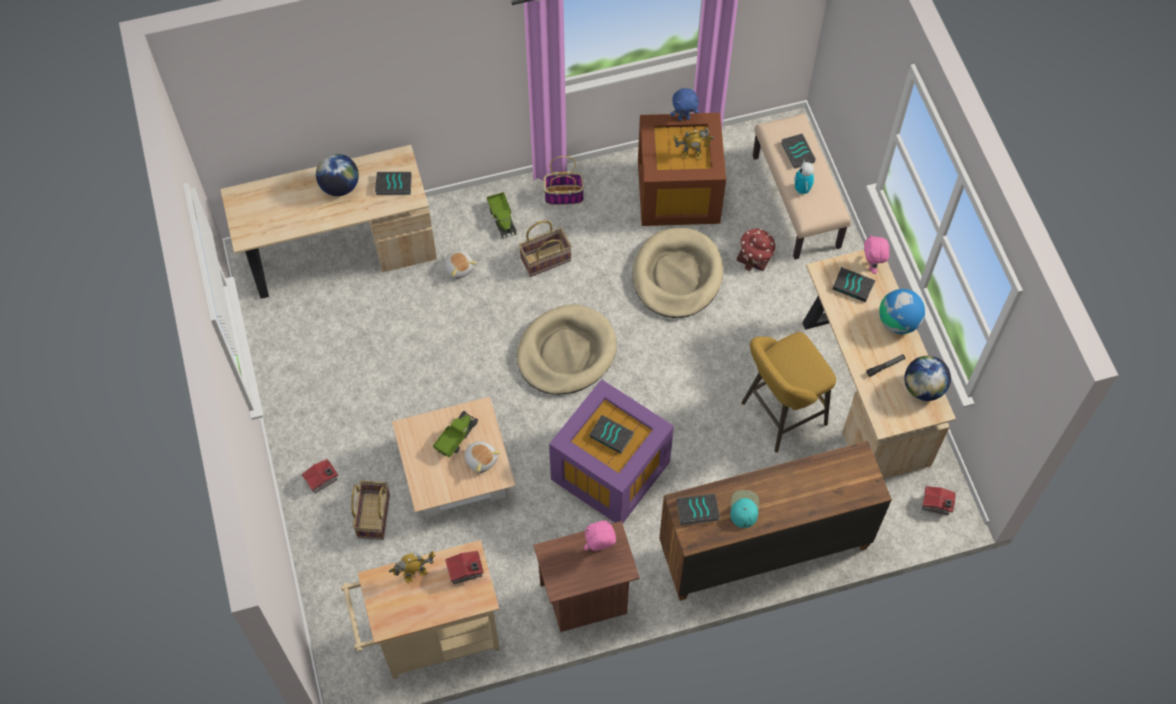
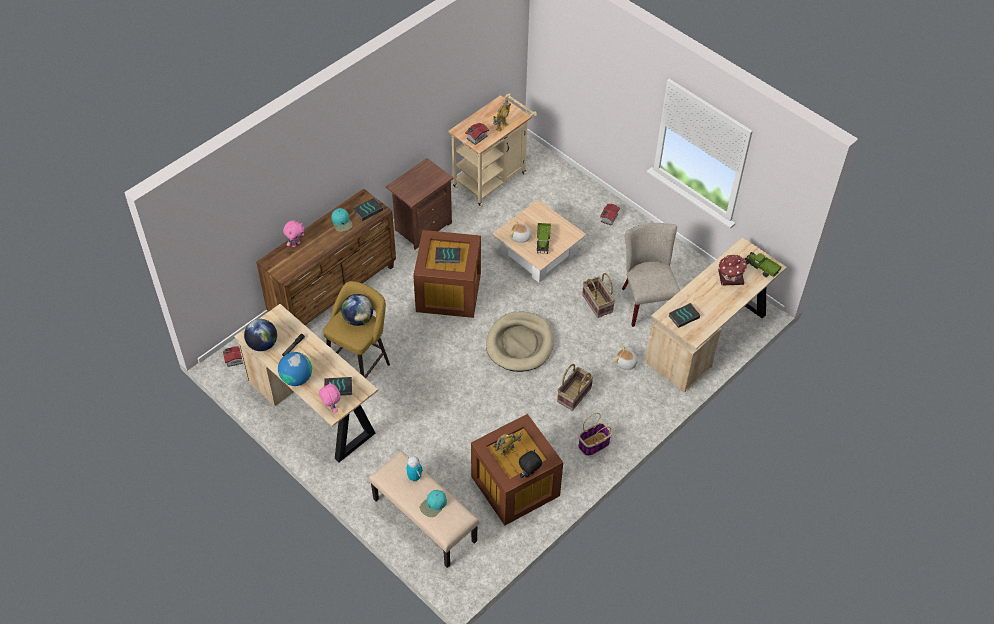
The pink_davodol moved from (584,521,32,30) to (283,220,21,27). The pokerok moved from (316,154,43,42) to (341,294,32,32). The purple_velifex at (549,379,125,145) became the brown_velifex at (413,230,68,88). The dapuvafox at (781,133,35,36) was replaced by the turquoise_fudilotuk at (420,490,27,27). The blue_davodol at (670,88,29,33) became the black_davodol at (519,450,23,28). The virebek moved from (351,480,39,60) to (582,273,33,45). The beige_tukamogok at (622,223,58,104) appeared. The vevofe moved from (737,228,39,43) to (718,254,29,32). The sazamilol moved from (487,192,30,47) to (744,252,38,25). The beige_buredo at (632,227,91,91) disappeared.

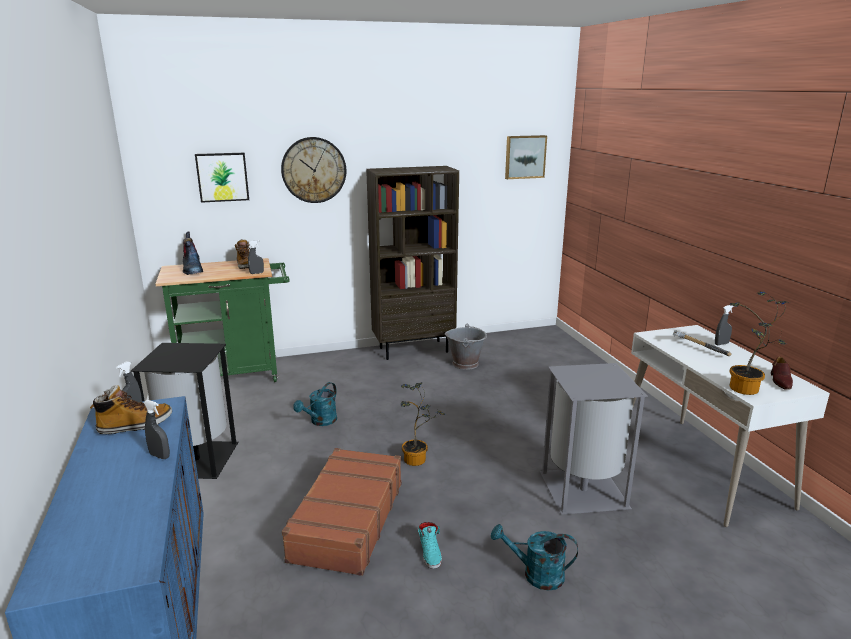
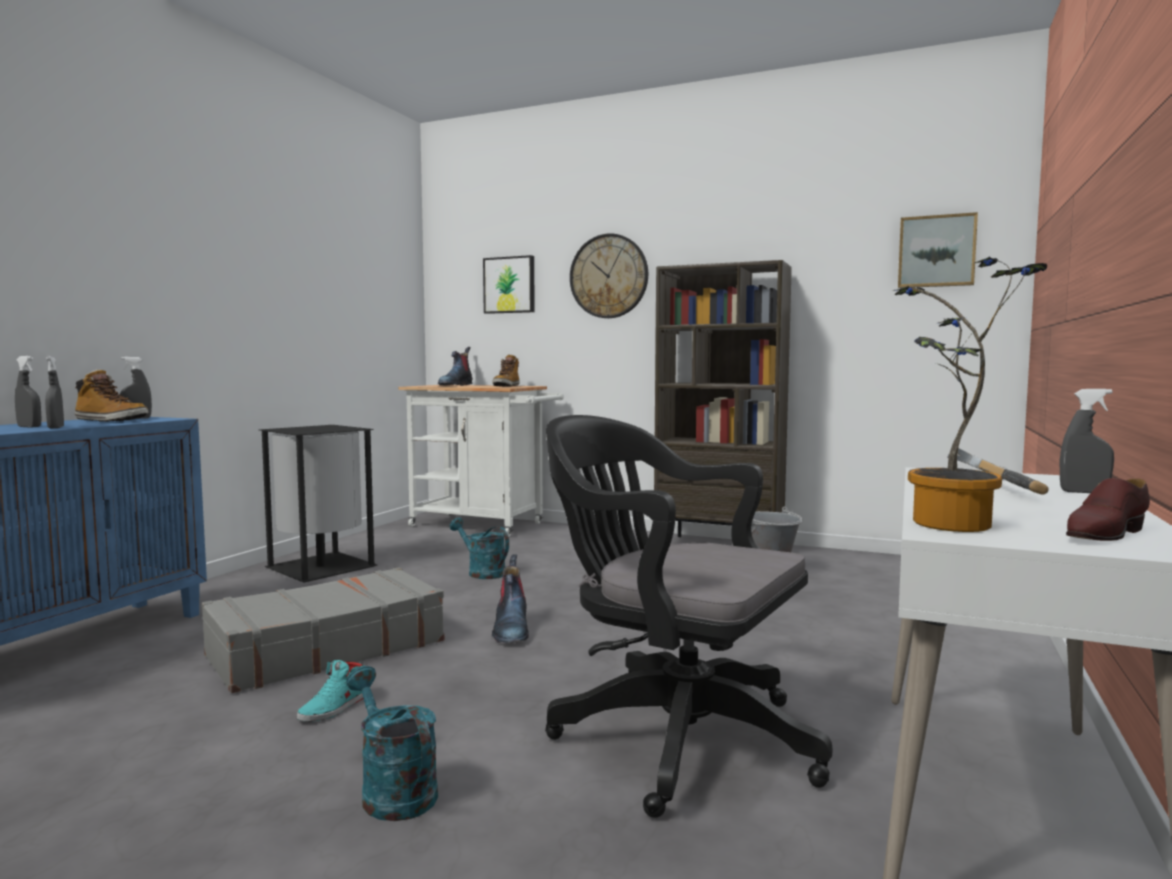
The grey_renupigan moved from (248,240,16,34) to (15,356,27,72). The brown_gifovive at (282,448,120,128) became the grey_gifovive at (202,567,243,126). The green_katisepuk at (155,258,135,124) became the white_katisepuk at (398,385,166,152). The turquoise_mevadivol at (293,382,44,44) turned 60 degrees clockwise. The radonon at (401,382,44,84) was replaced by the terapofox at (492,554,37,89). The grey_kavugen at (540,363,108,152) was replaced by the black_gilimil at (545,415,287,403).

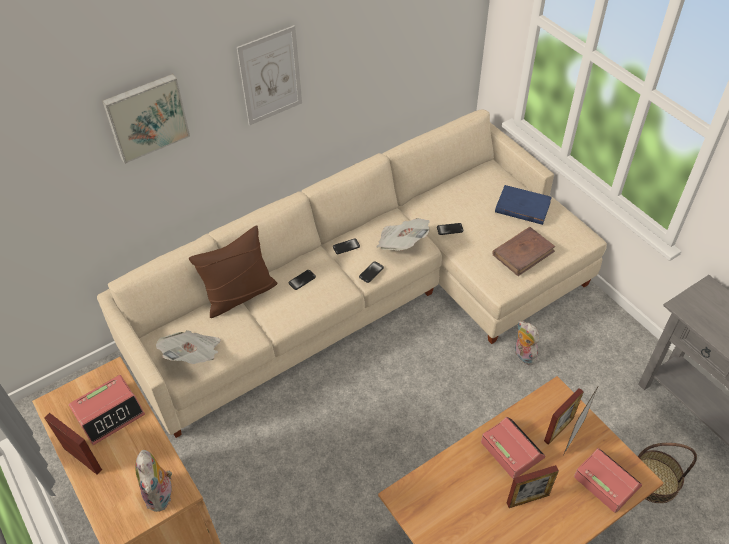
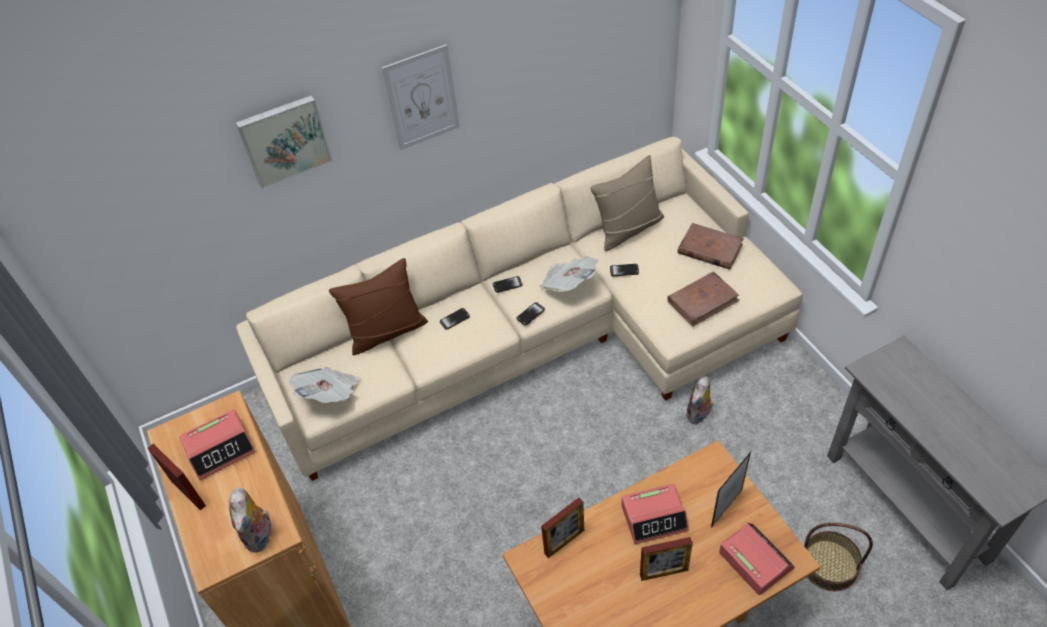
The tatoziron moved from (544,388,40,57) to (541,498,43,60). The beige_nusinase at (590,155,74,96) appeared. The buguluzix at (481,417,65,62) turned 105 degrees clockwise. The blue_dapuvafox at (495,185,57,40) became the brown_dapuvafox at (678,223,66,47). The davodol at (514,320,25,45) turned 120 degrees counterclockwise.

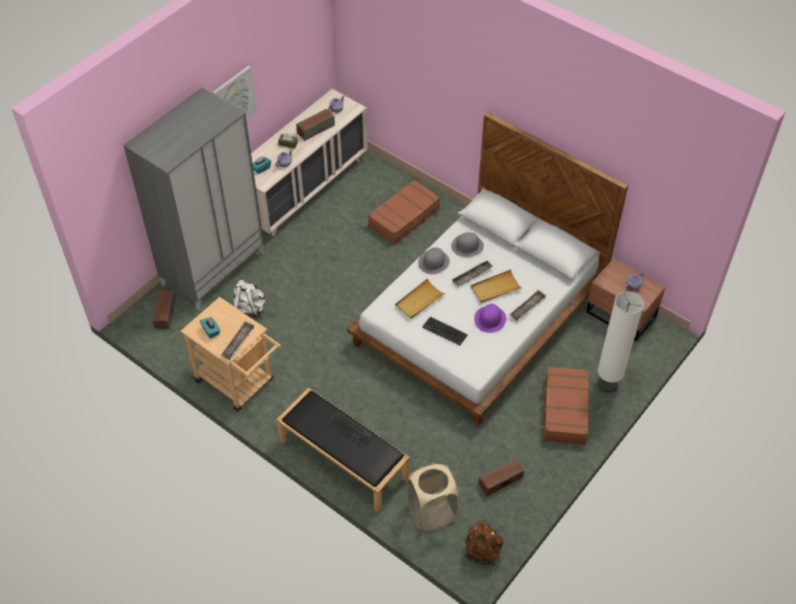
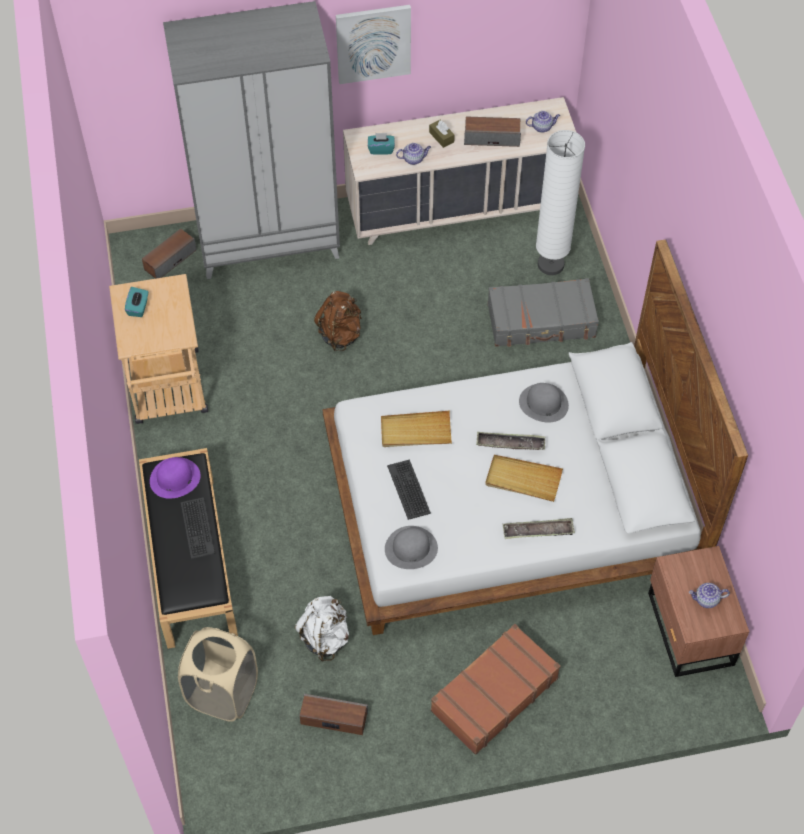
The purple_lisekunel moved from (474,304,32,29) to (150,457,50,42). The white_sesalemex moved from (233,280,32,38) to (295,596,54,66). The brown_sesalemex moved from (465,521,39,46) to (314,291,47,60). The grey_lisekunel moved from (418,247,32,27) to (385,526,53,43). The brown_gifovive at (368,180,72,65) became the grey_gifovive at (488,278,111,69). The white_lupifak moved from (598,291,46,102) to (536,130,49,145). The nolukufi at (221,321,34,39) disappeared.

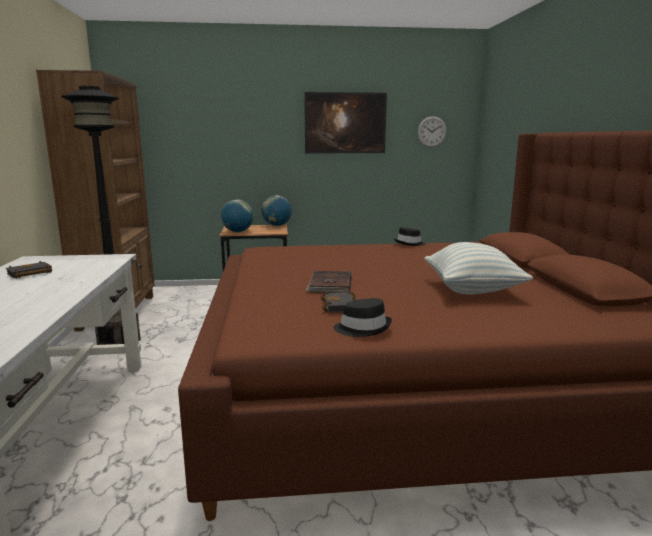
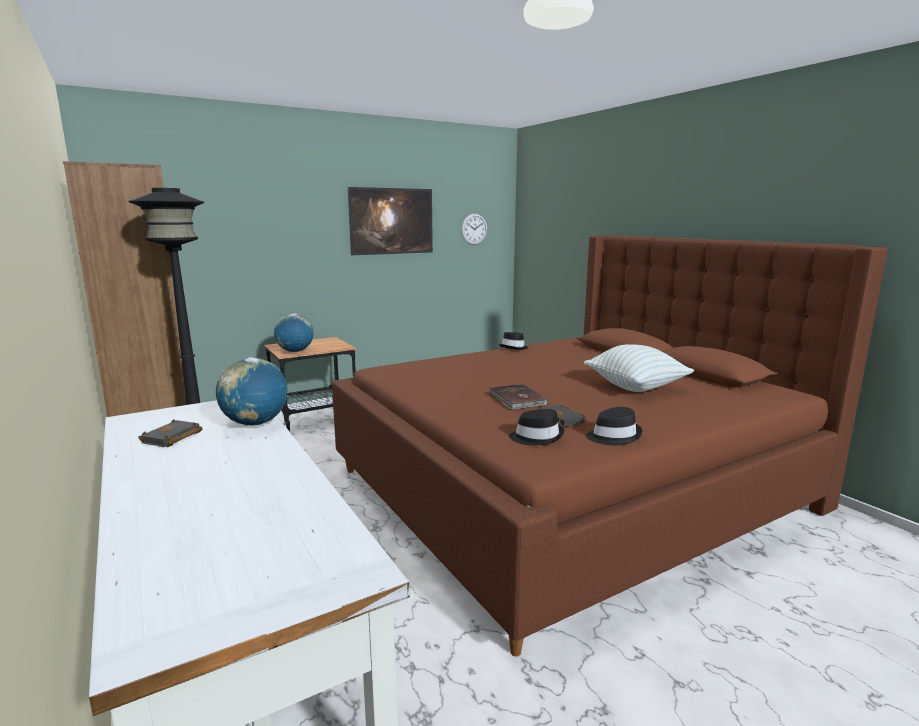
The pokerok moved from (261,195,31,31) to (216,357,71,69). The black_lisekunel at (509,409,55,37) appeared.

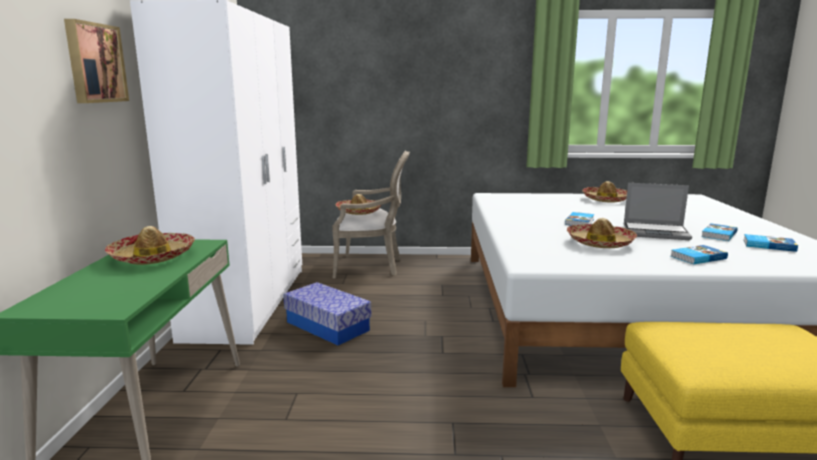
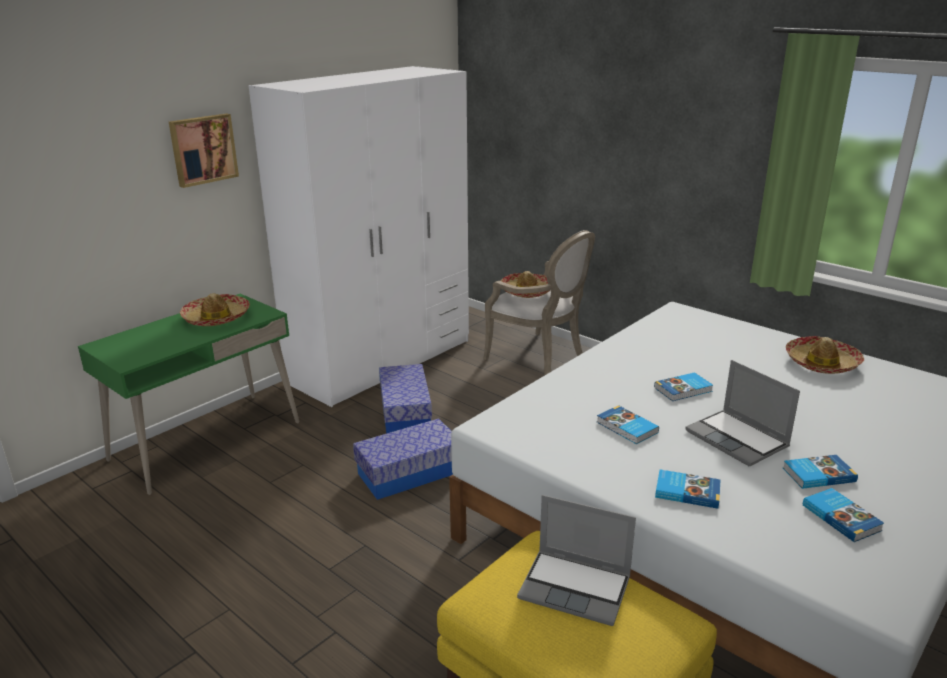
The velifex at (353,418,100,82) appeared. The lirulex at (517,495,119,131) appeared. The lisekunel at (567,218,70,30) was replaced by the dapuvafox at (597,405,62,39).

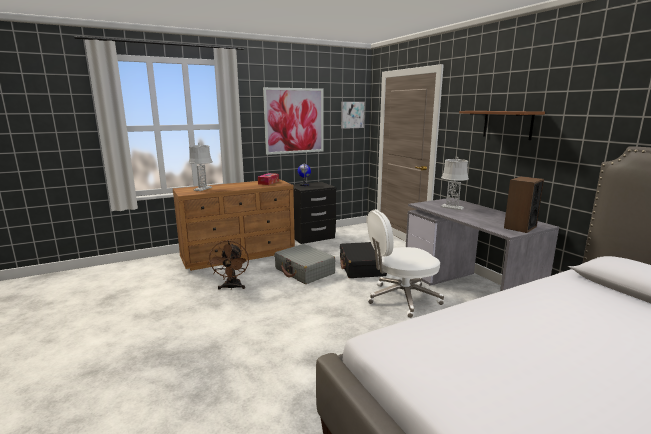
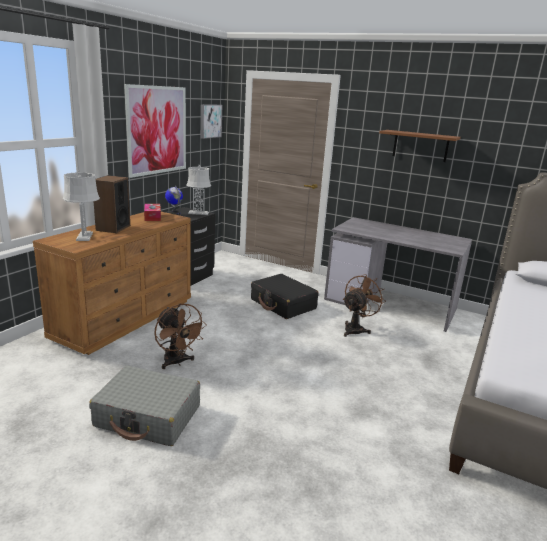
The grey_gifovive moved from (274,244,61,40) to (89,366,111,80). The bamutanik moved from (504,176,40,57) to (94,175,36,58). The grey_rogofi moved from (441,156,28,54) to (186,165,25,50). The white_gilimil at (367,209,77,109) was replaced by the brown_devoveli at (343,274,43,63).

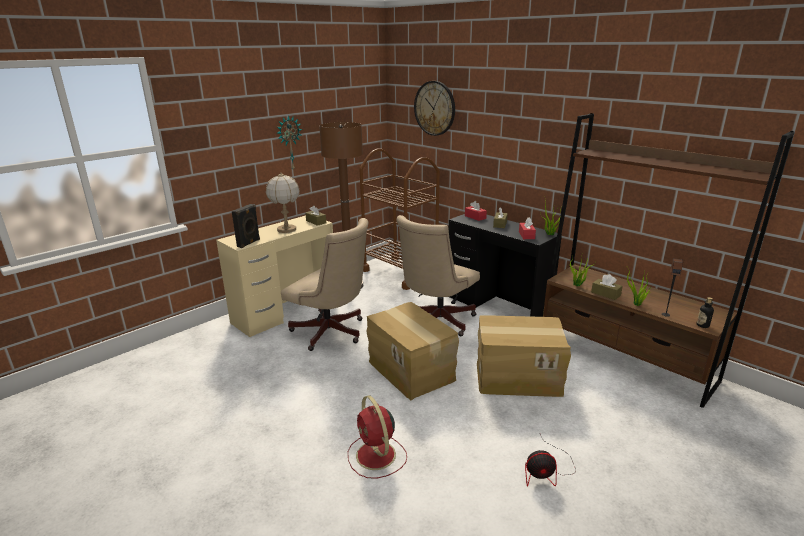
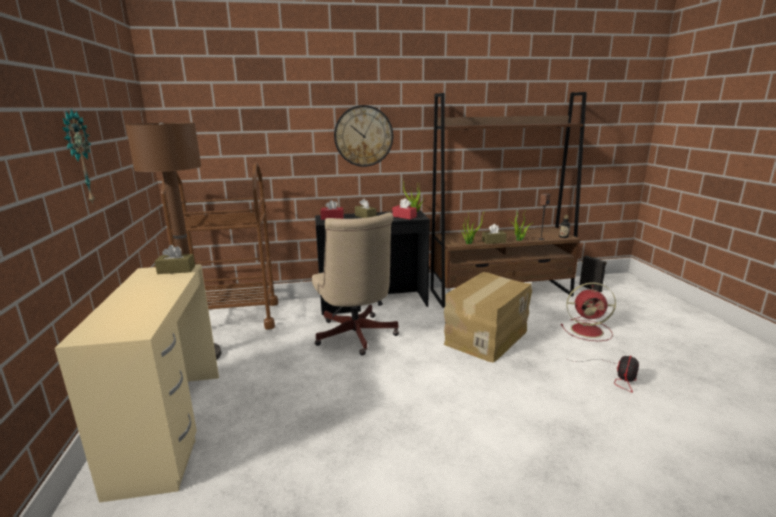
The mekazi moved from (414,81,41,55) to (334,105,59,62). The red_devoveli moved from (348,395,59,83) to (561,282,55,59). The black_bamutanik moved from (232,204,28,44) to (579,255,28,37). The rogofi at (266,172,34,61) disappeared. The beige_gilimil at (281,218,87,133) disappeared. The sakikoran at (367,302,92,98) disappeared.

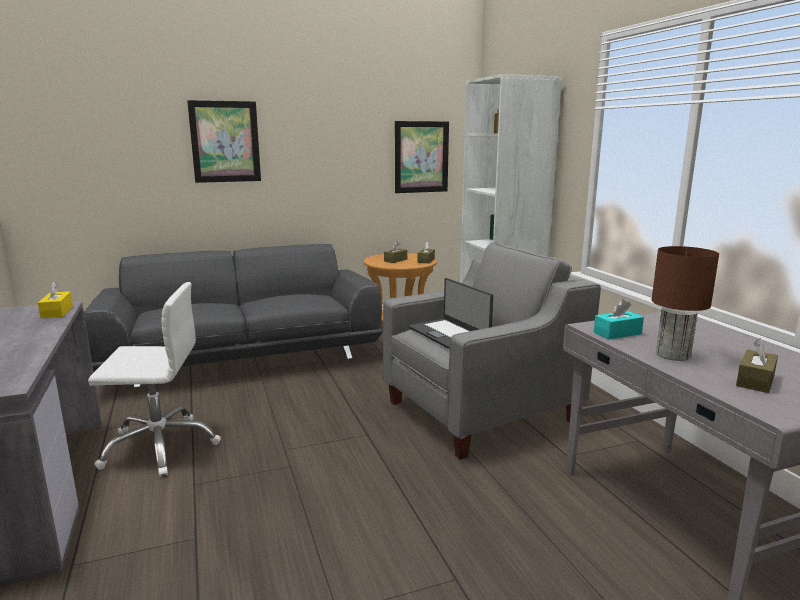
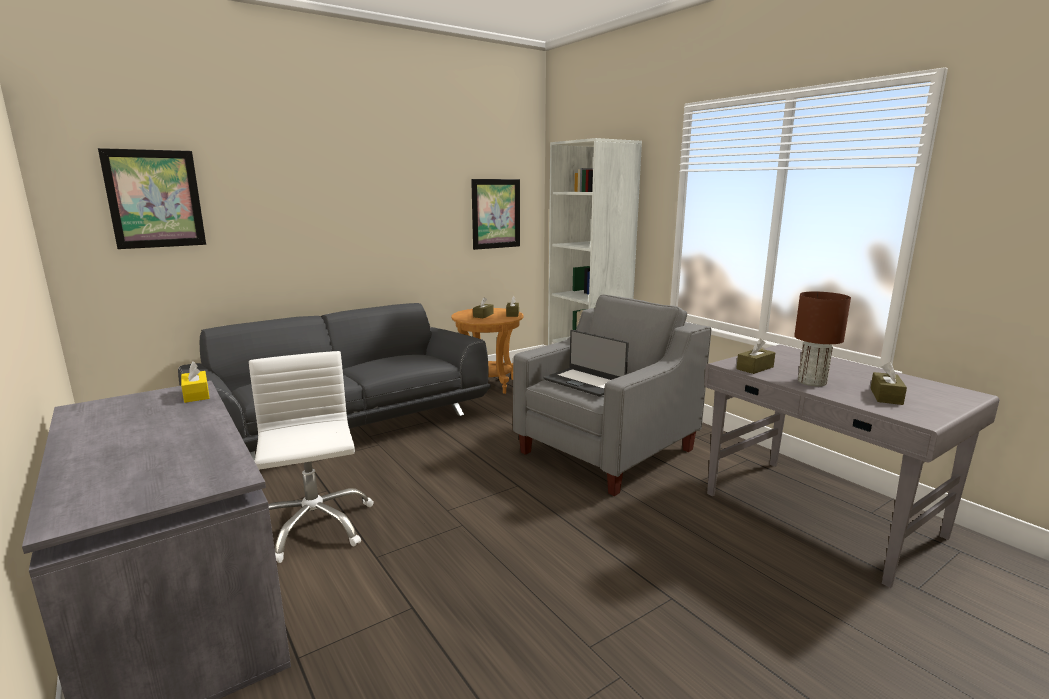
The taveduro moved from (187,100,74,83) to (98,148,108,101). The white_gilimil at (88,282,133,195) turned 90 degrees counterclockwise. The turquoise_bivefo at (594,299,50,41) became the brown_bivefo at (736,339,39,35).

